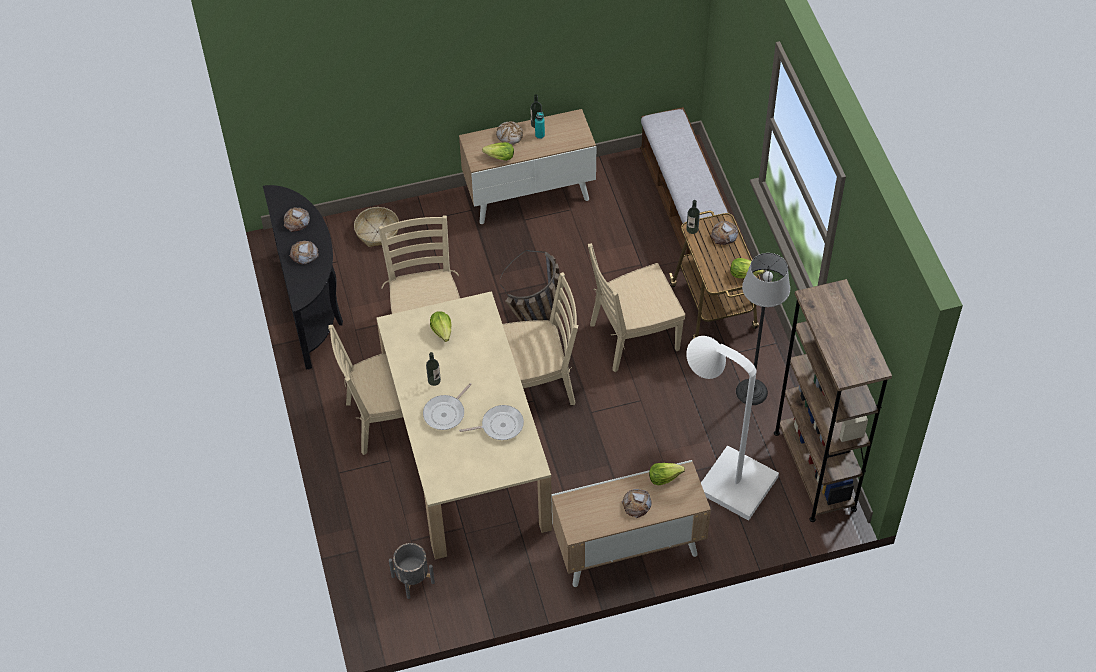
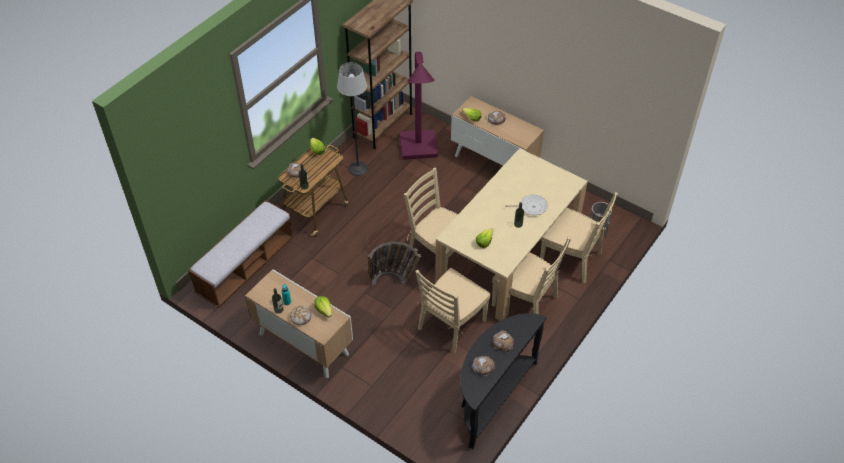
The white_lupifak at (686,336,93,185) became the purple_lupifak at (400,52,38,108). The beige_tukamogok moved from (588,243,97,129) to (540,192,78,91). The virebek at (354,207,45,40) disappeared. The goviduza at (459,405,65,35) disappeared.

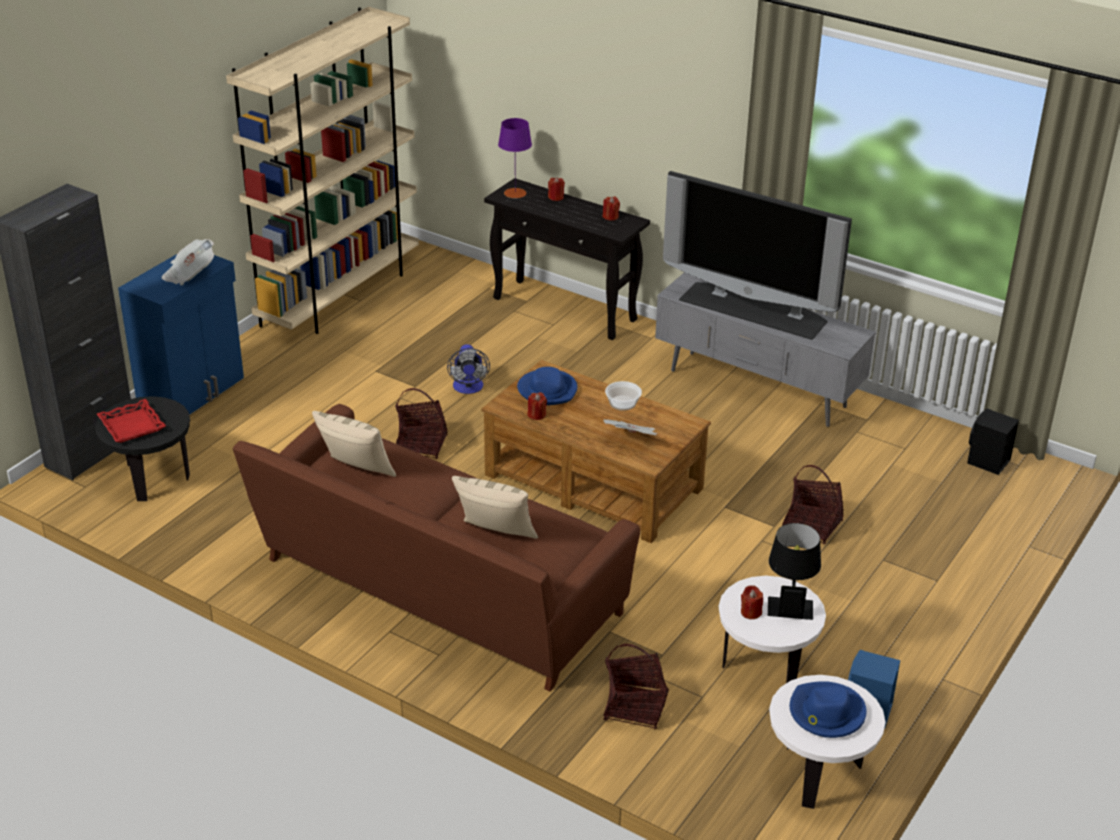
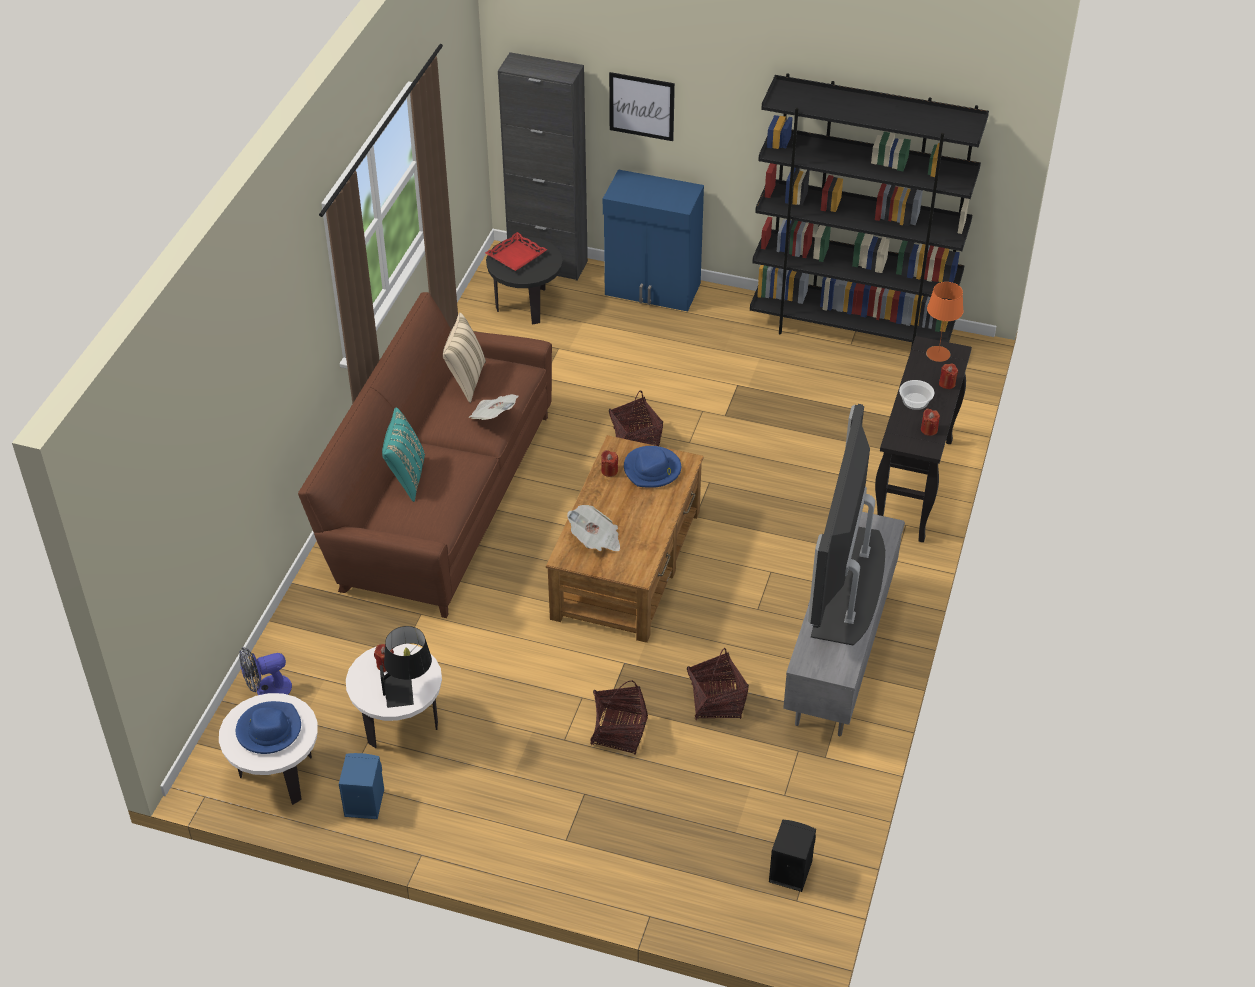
The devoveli moved from (447,344,43,50) to (239,647,53,48). The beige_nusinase at (452,476,86,63) became the turquoise_nusinase at (382,408,43,94). The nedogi moved from (162,239,52,46) to (468,394,51,26). The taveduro at (609,72,66,69) appeared. The virebek moved from (603,644,66,86) to (687,648,62,72). The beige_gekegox at (226,6,193,328) became the black_gekegox at (750,73,239,275). The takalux moved from (605,381,37,30) to (899,380,35,30). The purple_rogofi at (498,118,34,80) became the orange_rogofi at (926,282,37,80).

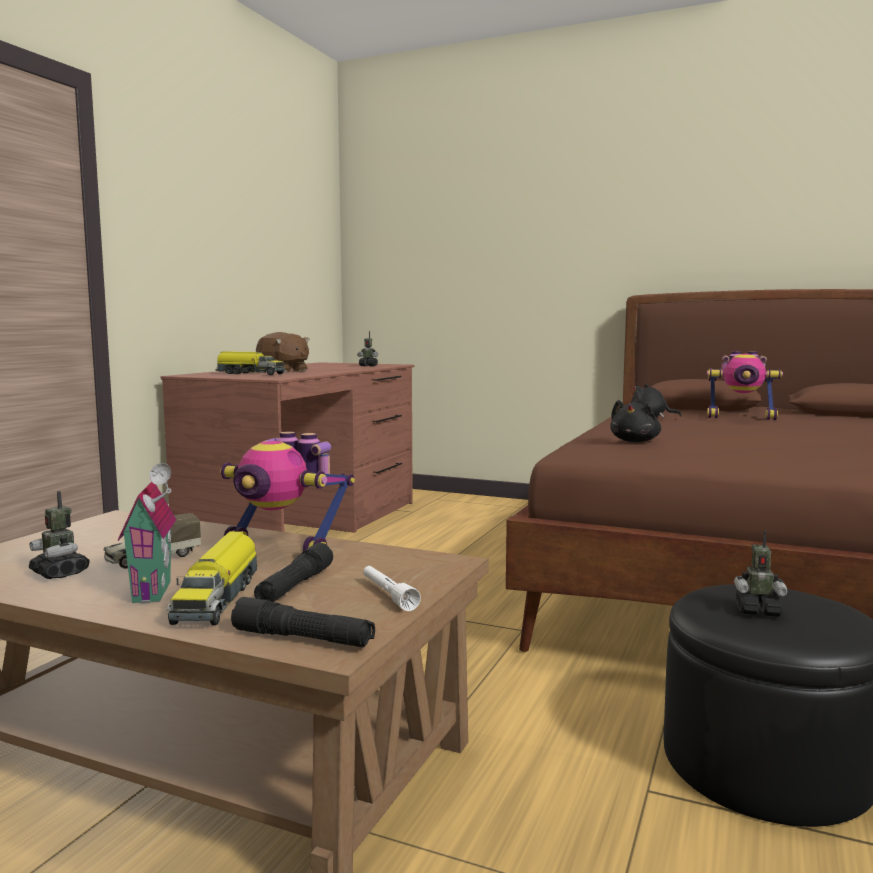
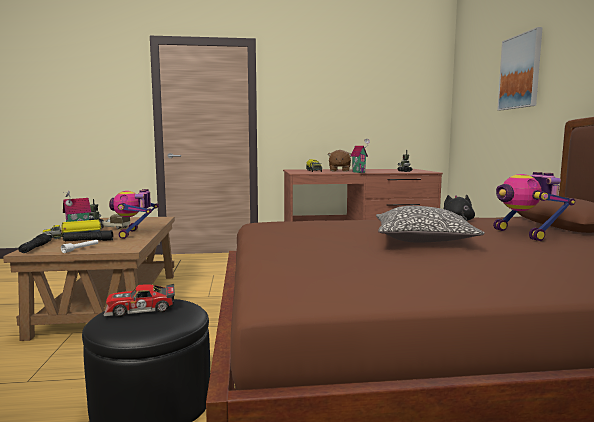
The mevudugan at (734,530,53,87) was replaced by the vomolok at (104,284,71,33). The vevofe at (351,139,19,34) appeared. The nusinase at (376,206,109,37) appeared. The taveduro at (497,27,46,83) appeared. The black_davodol at (610,400,51,42) disappeared.

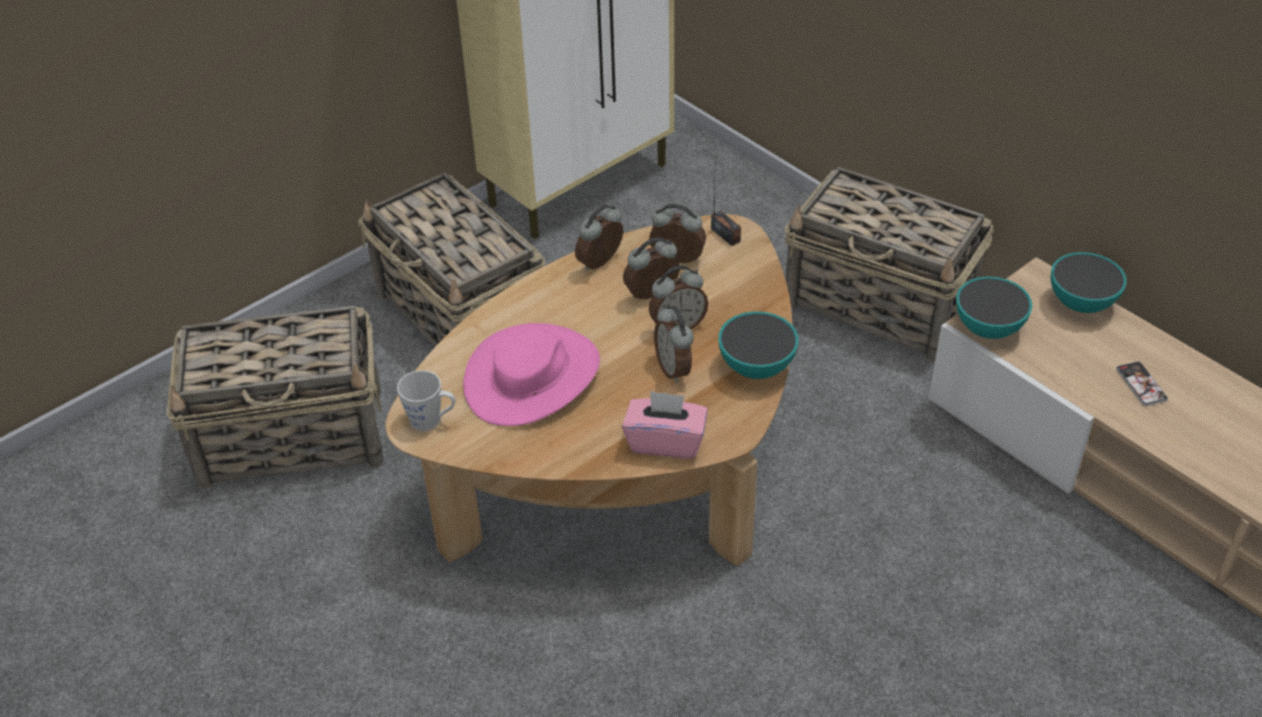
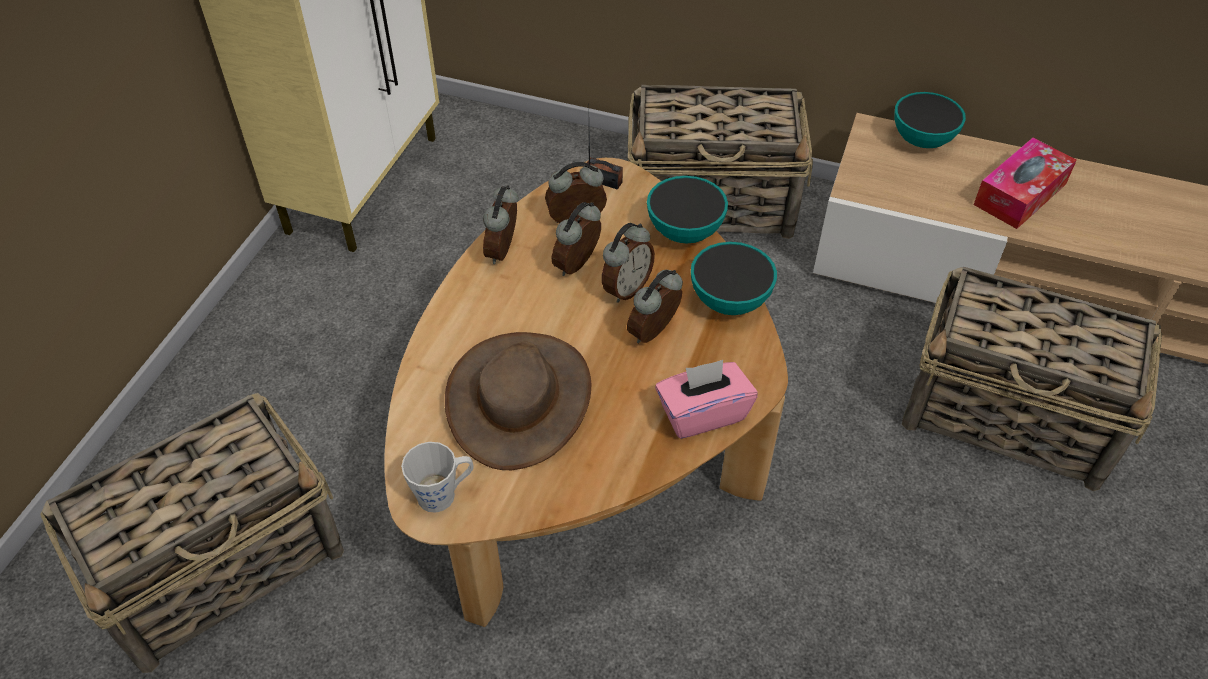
The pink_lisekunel at (463,323,137,103) became the brown_lisekunel at (445,332,146,138). The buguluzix at (654,305,40,78) turned 90 degrees clockwise. The takalux moved from (956,277,76,62) to (647,176,81,67). The virebek moved from (358,173,188,174) to (902,267,260,224). The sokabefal at (1116,362,52,44) was replaced by the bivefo at (974,138,103,91).

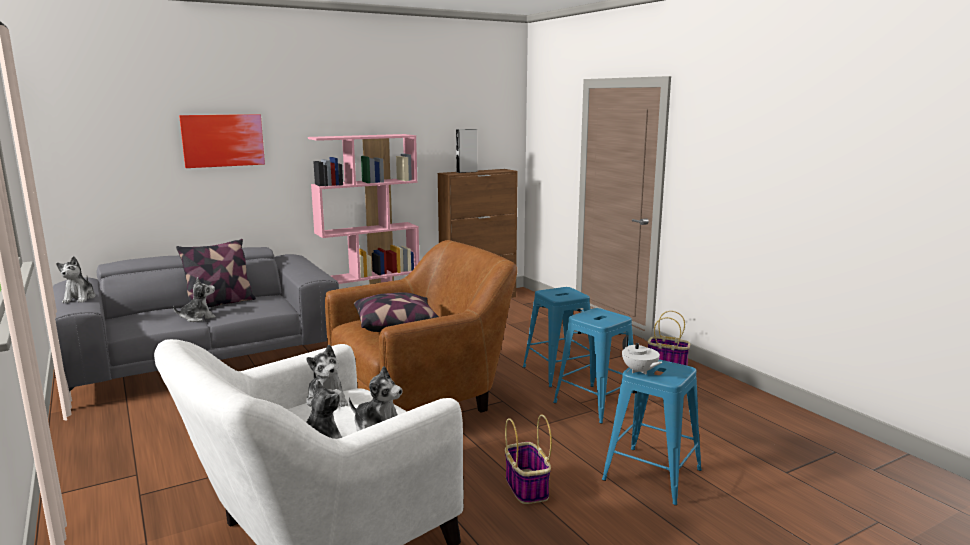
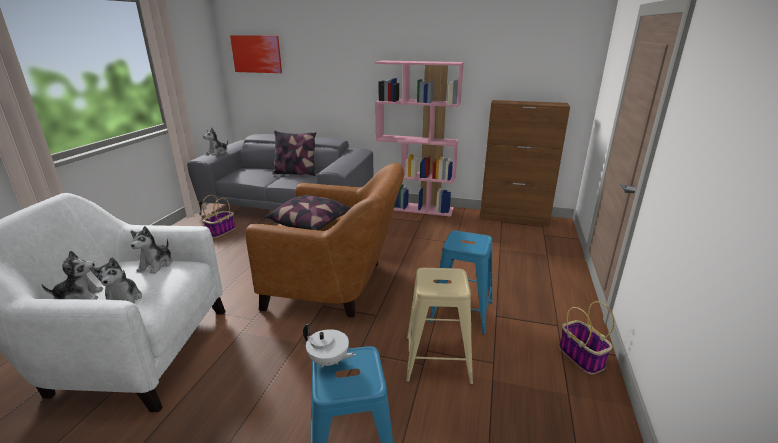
The virebek moved from (505,414,47,90) to (202,195,34,43). The taveduro moved from (179,114,86,54) to (230,35,52,38). The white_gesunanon at (622,335,40,40) turned 75 degrees counterclockwise. The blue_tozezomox at (553,308,81,116) became the beige_tozezomox at (406,268,67,117). The davodol at (173,277,43,45) disappeared. The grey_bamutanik at (456,129,21,44) disappeared.

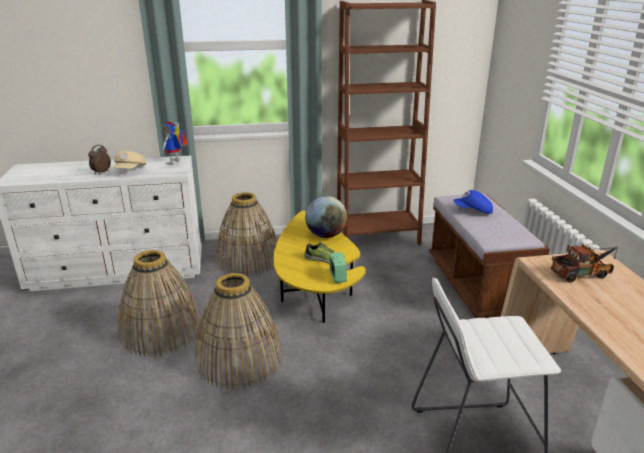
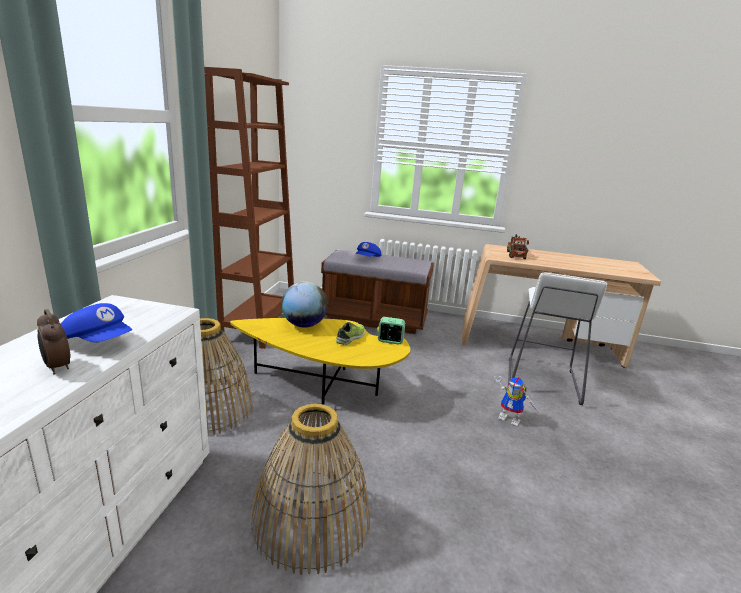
The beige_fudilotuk at (113,151,33,18) became the blue_fudilotuk at (61,303,71,39). The mevudugan moved from (162,122,26,43) to (494,376,45,51). The virebek at (195,273,87,116) disappeared.

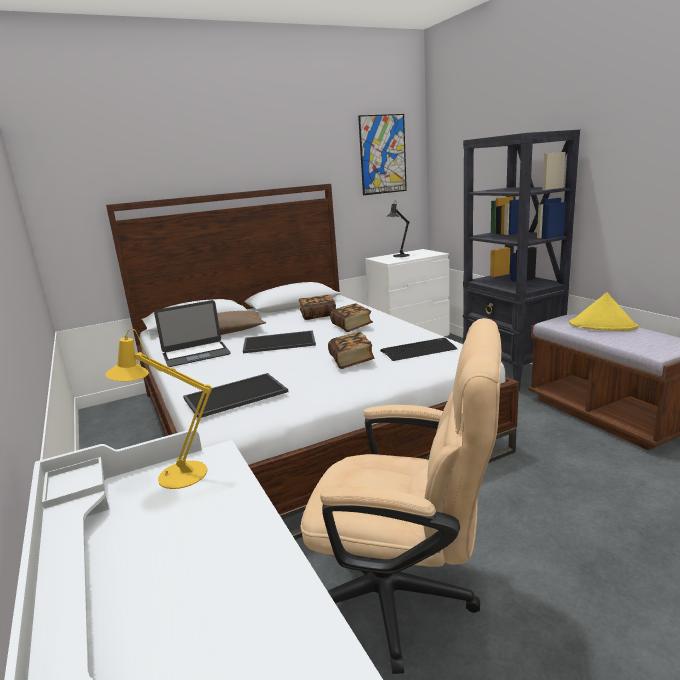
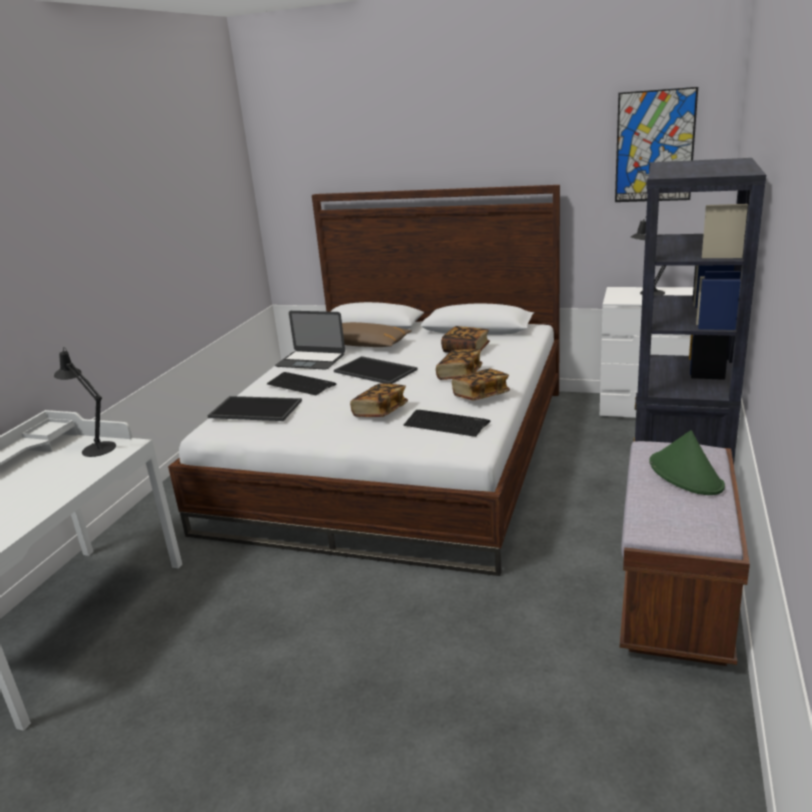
The yellow_rogofi at (105,329,107,160) became the black_rogofi at (54,347,62,110). The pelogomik at (267,372,69,24) appeared. The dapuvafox at (452,369,58,31) appeared. The yellow_lisekunel at (569,292,69,39) became the green_lisekunel at (649,430,76,65). The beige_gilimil at (300,318,201,356) disappeared.

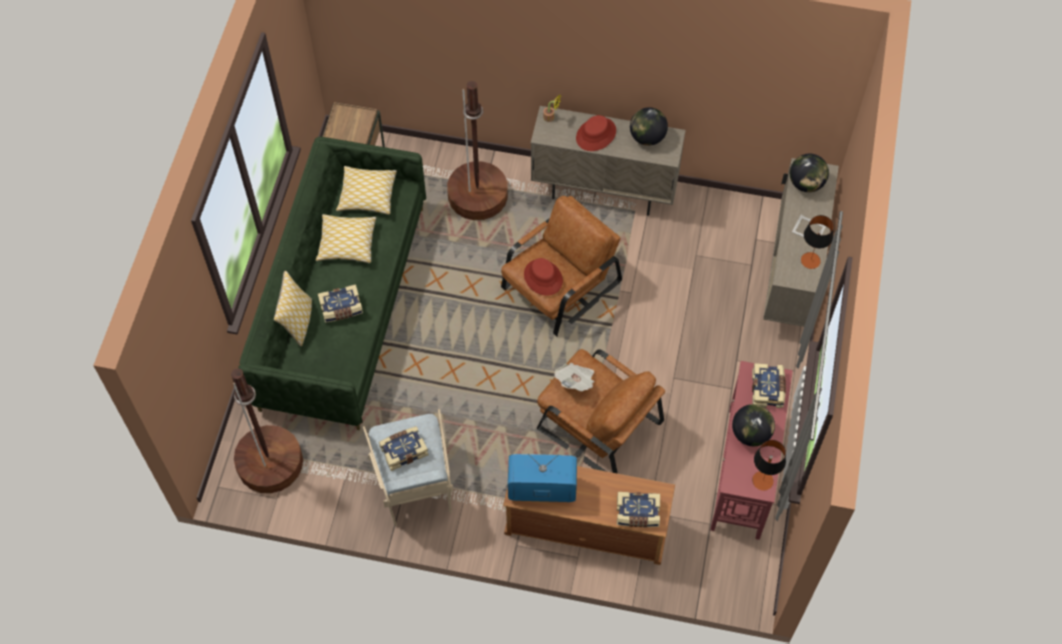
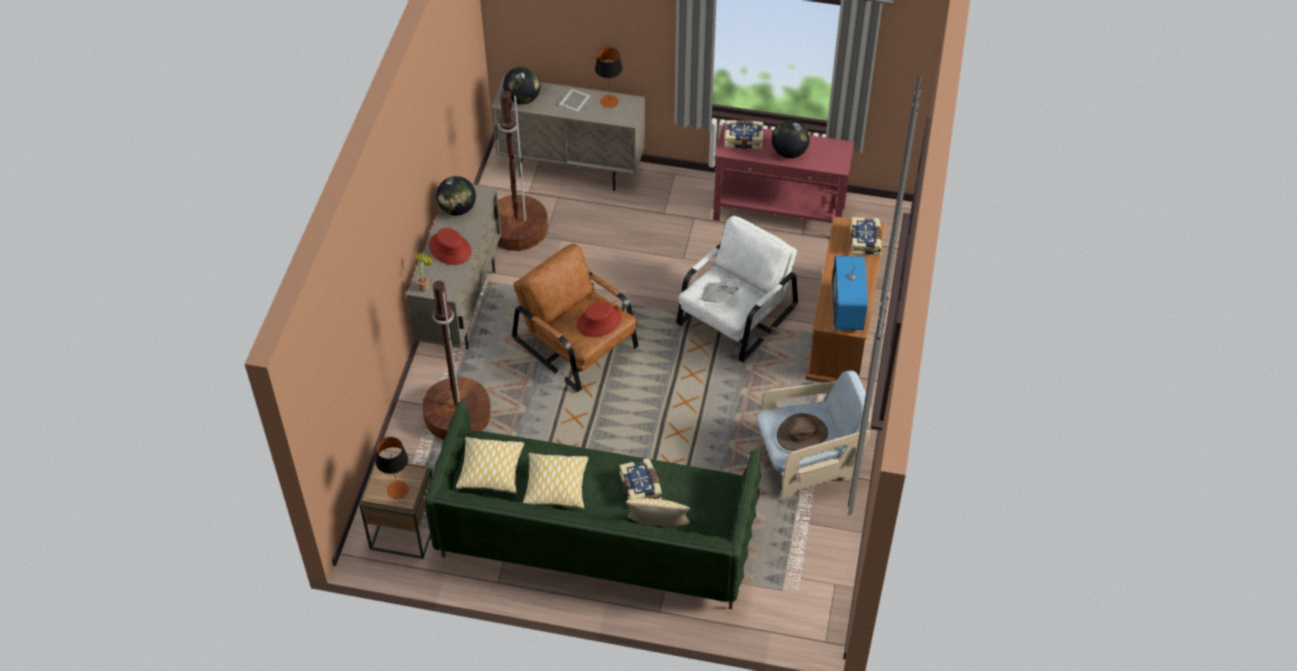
The rogofi moved from (752,440,34,50) to (376,437,33,62). The brown_lupifak moved from (231,368,72,125) to (497,91,51,160). The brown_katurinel at (537,349,128,125) became the white_katurinel at (676,216,122,146). The dapuvafox at (379,426,49,45) was replaced by the brown_lisekunel at (777,413,51,38).

